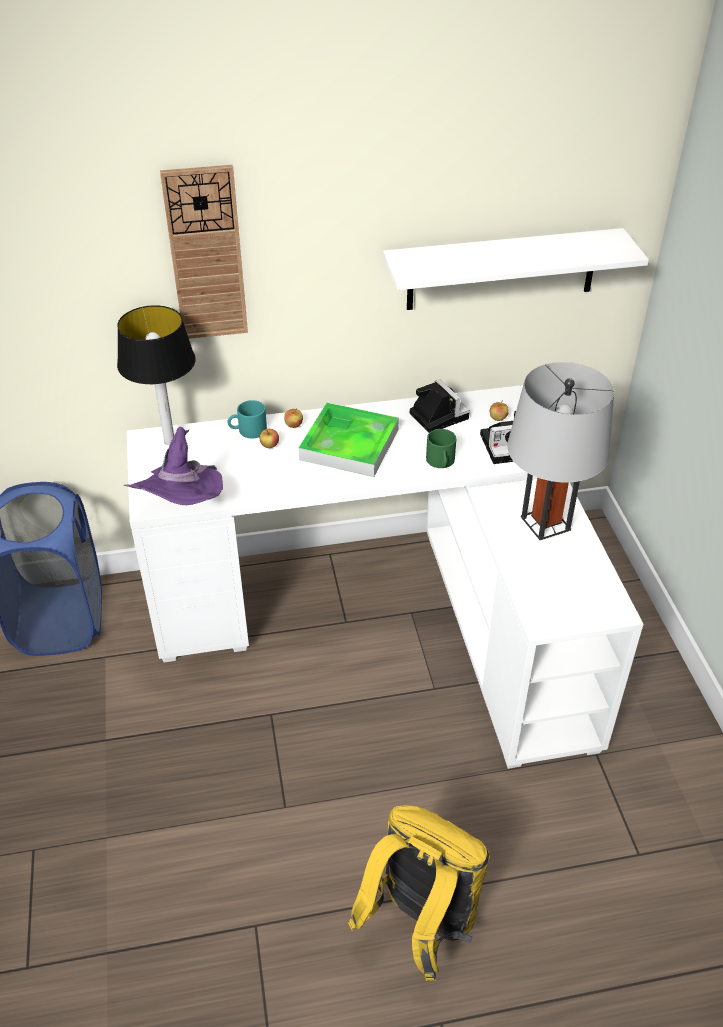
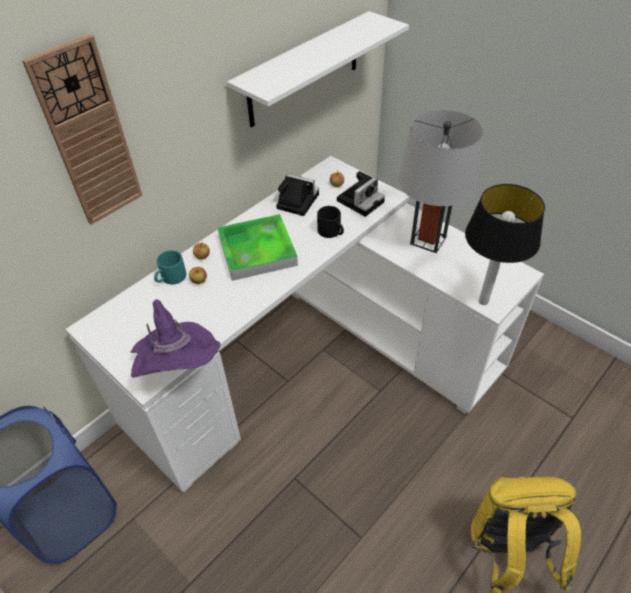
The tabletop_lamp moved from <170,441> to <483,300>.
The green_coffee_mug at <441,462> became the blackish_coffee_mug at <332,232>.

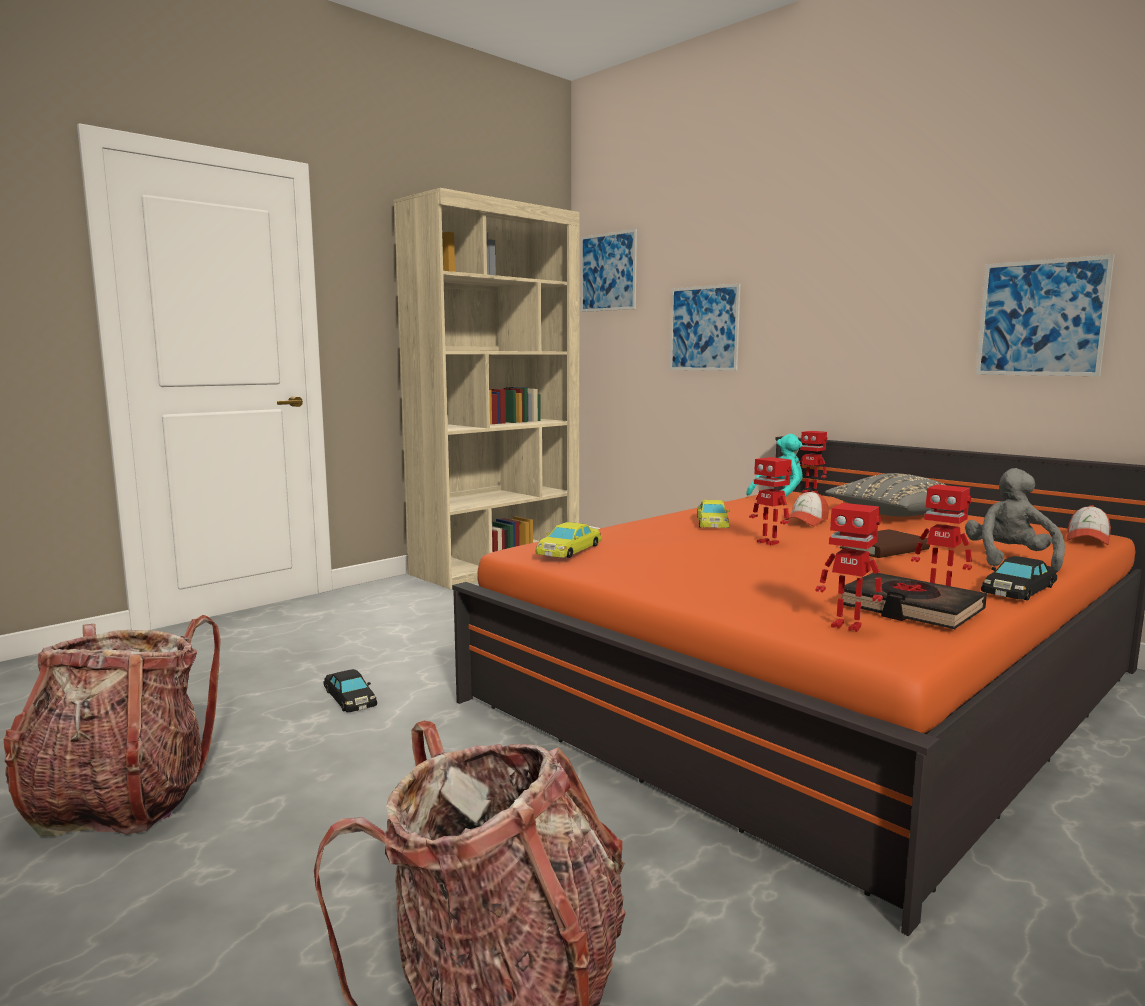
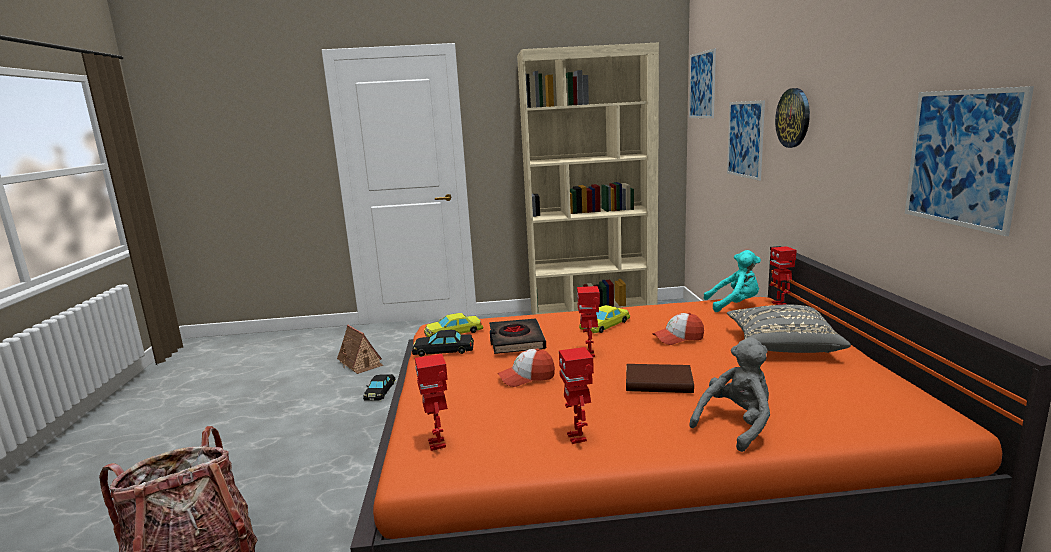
The knapsack at <121,801> disappeared.
The blackish_bound_book moved from <910,609> to <516,341>.
The blackish_model_car moved from <1018,589> to <443,350>.
The peaked_cap moved from <1087,539> to <527,377>.
The miniature_house at <361,363> appeared.
The clock_on_the_wall at <793,118> appeared.

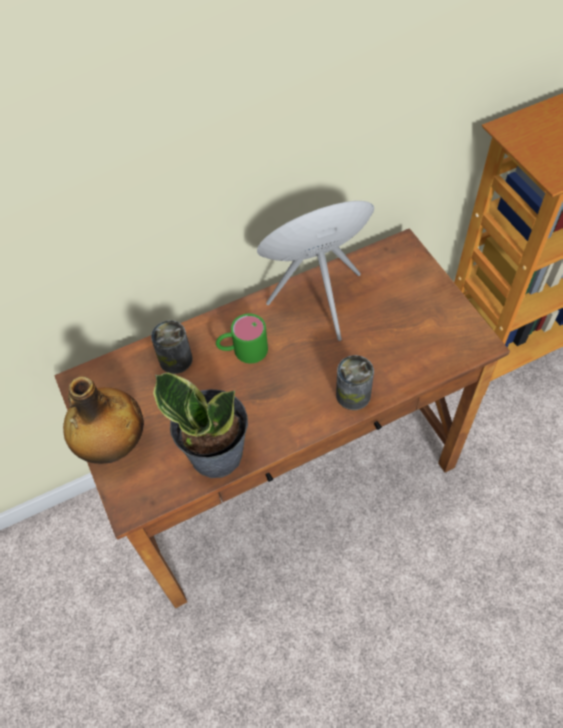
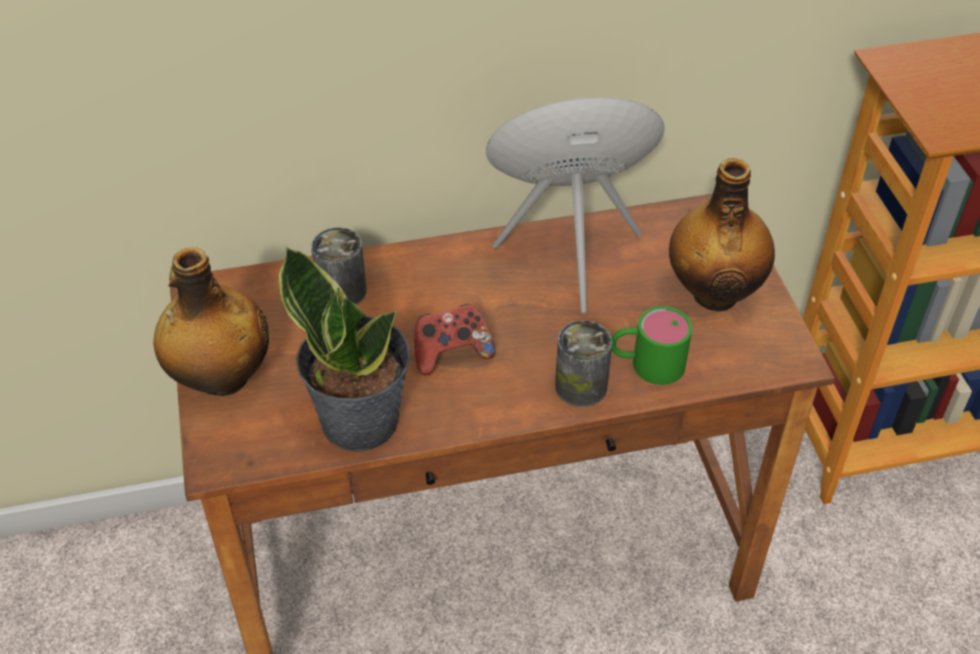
The green_coffee_mug moved from <242,350> to <646,364>.
The gamepad at <451,353> appeared.
The beverage_bottle at <714,292> appeared.

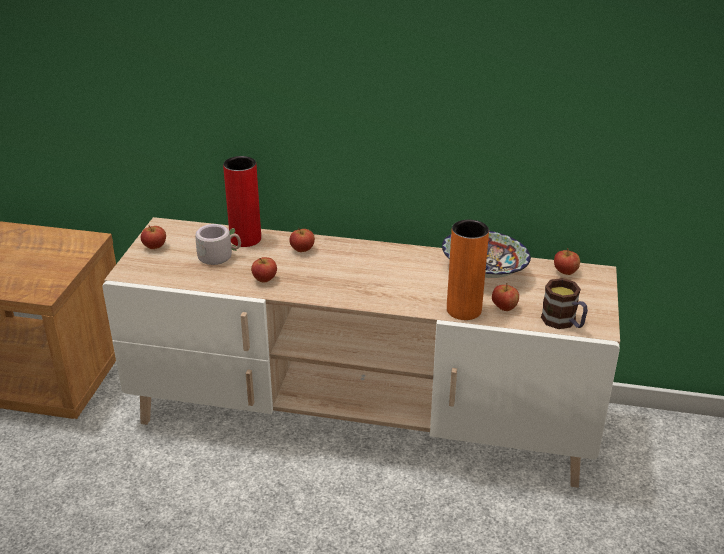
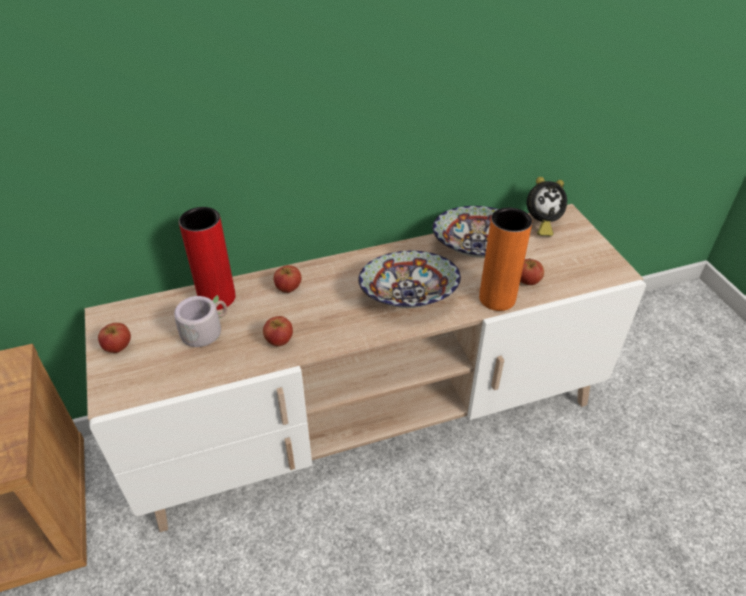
The coffee_mug at <563,322> disappeared.
The apple at <565,272> was replaced by the bedside_clock at <541,224>.
The deep_dish at <408,298> appeared.

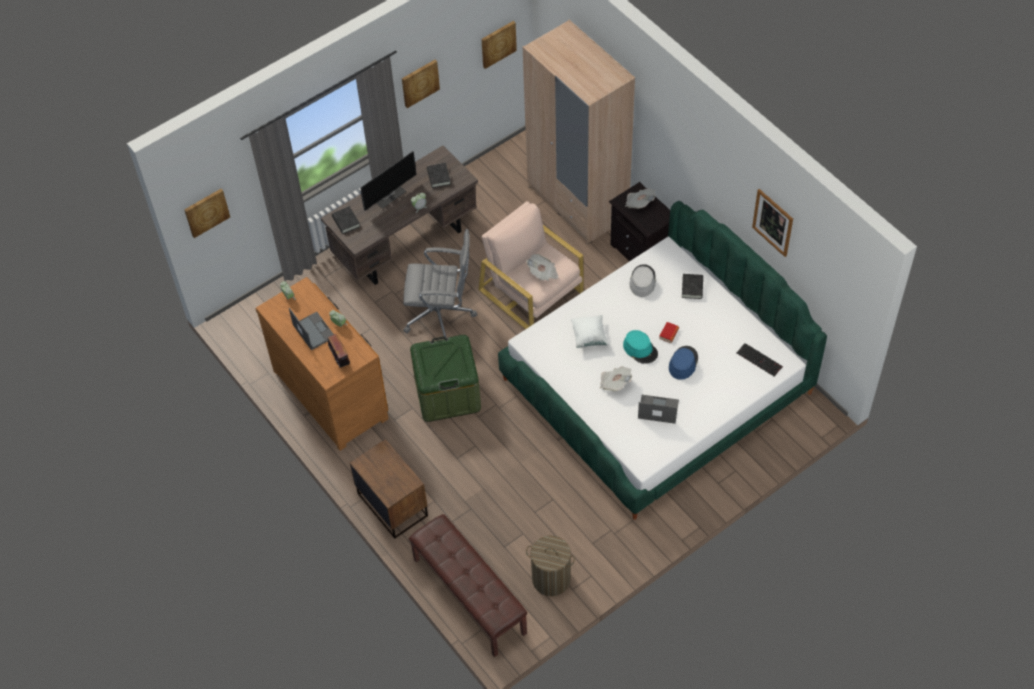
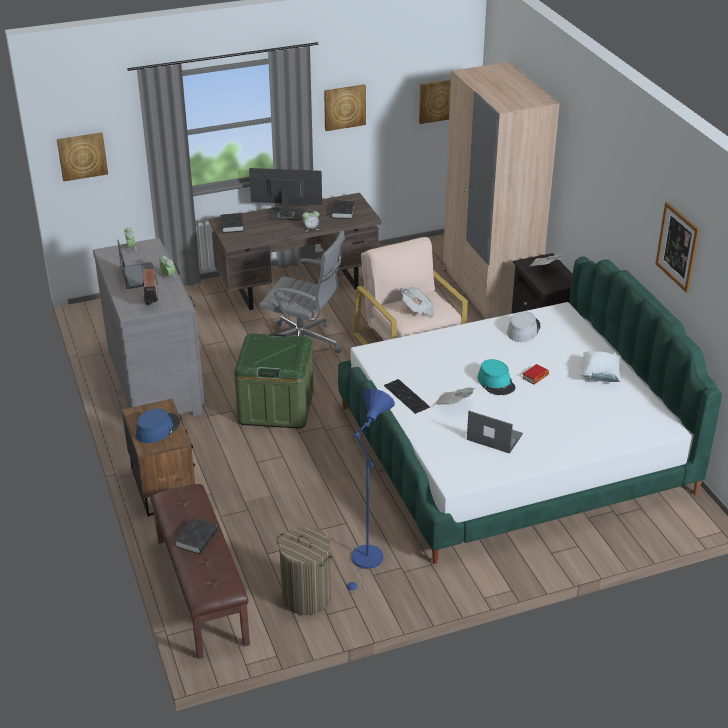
The brownish_drawer_chest at <332,393> became the grey_drawer_chest at <156,381>.
The computer_screen at <388,194> turned 150 degrees counterclockwise.
The white-coloured_throw_pillow moved from <589,337> to <600,375>.
The blue-coloured_clothing_hat moved from <683,363> to <157,429>.
The blackish_bound_book moved from <692,288> to <196,539>.
The computer_keyboard moved from <760,359> to <407,396>.
The blue-coloured_floor_lamp at <366,562> appeared.

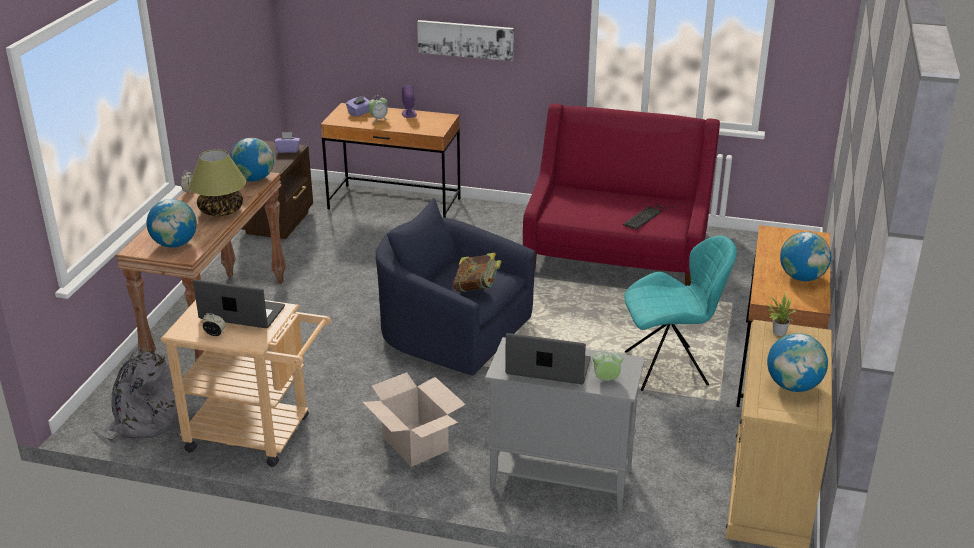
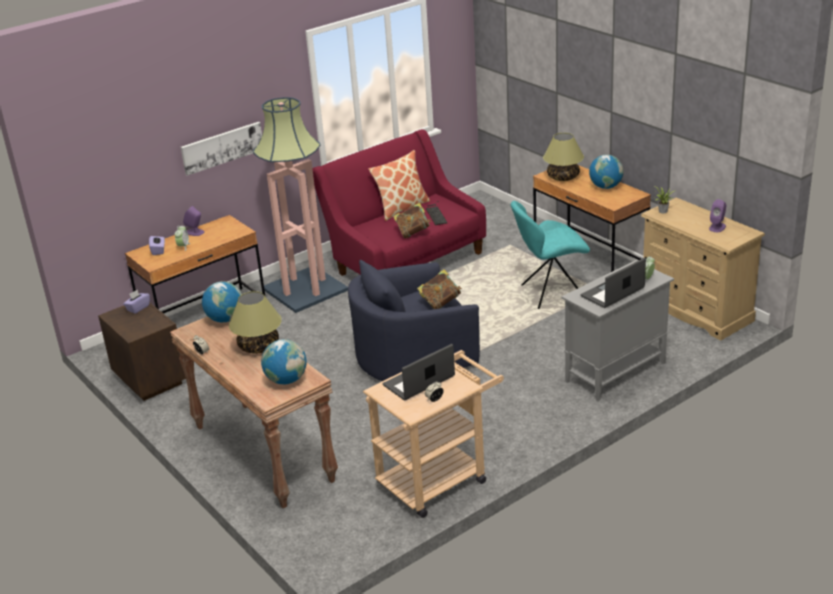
The grey_knapsack at <144,421> disappeared.
The carton at <414,444> disappeared.
The turquoise-coloured_plain_chair at <669,368> turned 135 degrees counterclockwise.
The globe at <793,386> was replaced by the purple-coloured_audio_speaker at <717,227>.
The floor_lamp at <305,289> appeared.
The throw_pillow at <401,208> appeared.
The bound_book at <413,233> appeared.
The tabletop_lamp at <563,177> appeared.

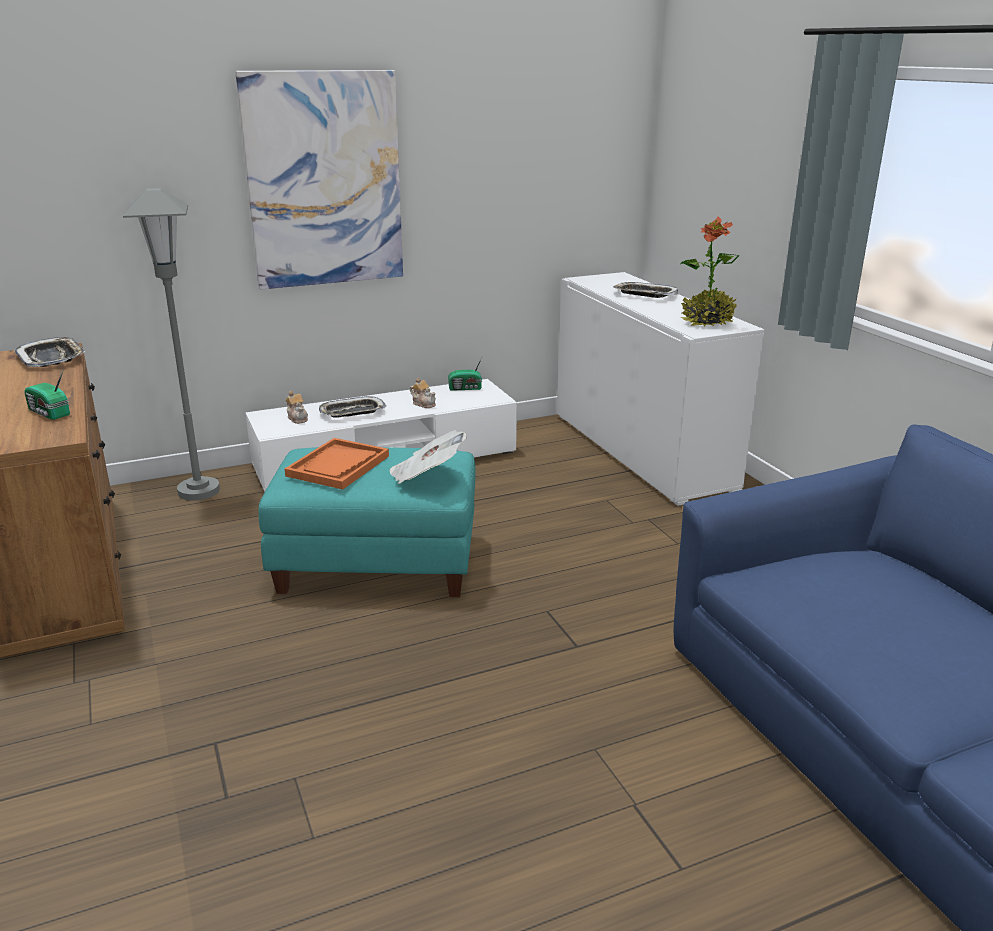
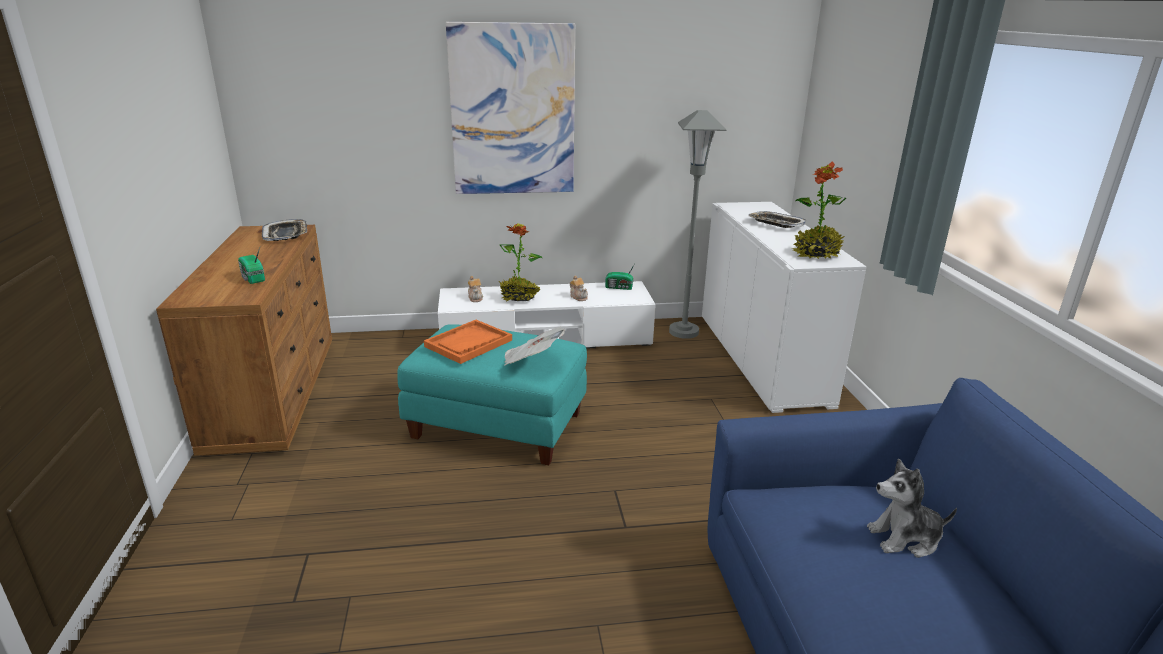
The grey_floor_lamp moved from <198,491> to <683,332>.
The serving_tray at <352,412> was replaced by the plant_in_a_pot at <519,298>.
The soft_toy at <905,538> appeared.

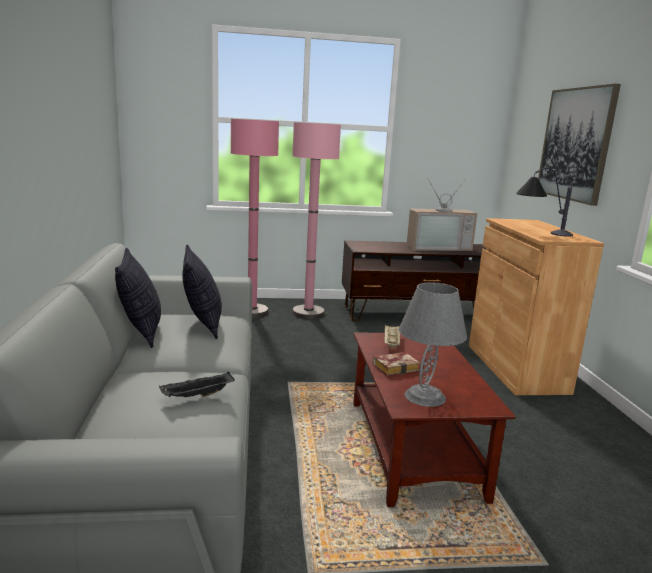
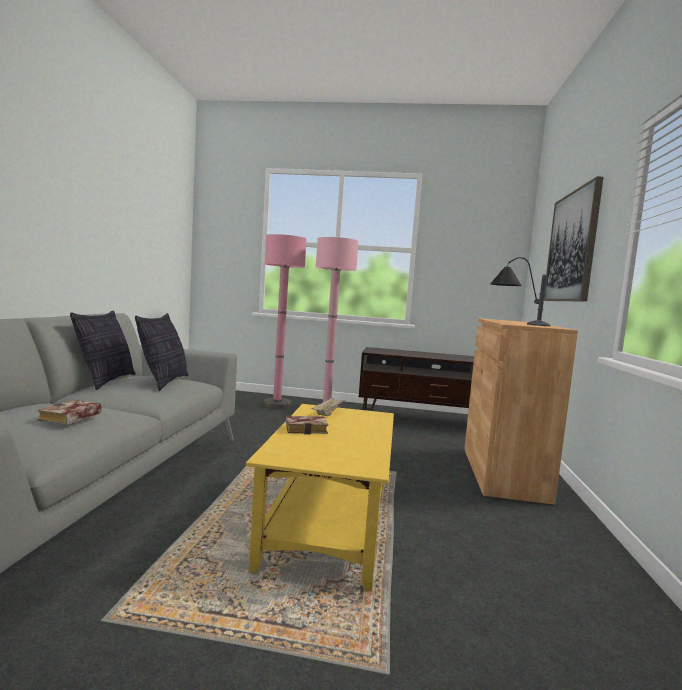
The blackish_serving_tray at <197,396> was replaced by the bound_book at <70,418>.
The brownish_low_table at <412,447> became the yellow-coloured_low_table at <328,523>.
The grey_tabletop_lamp at <425,396> disappeared.
The television at <437,247> disappeared.

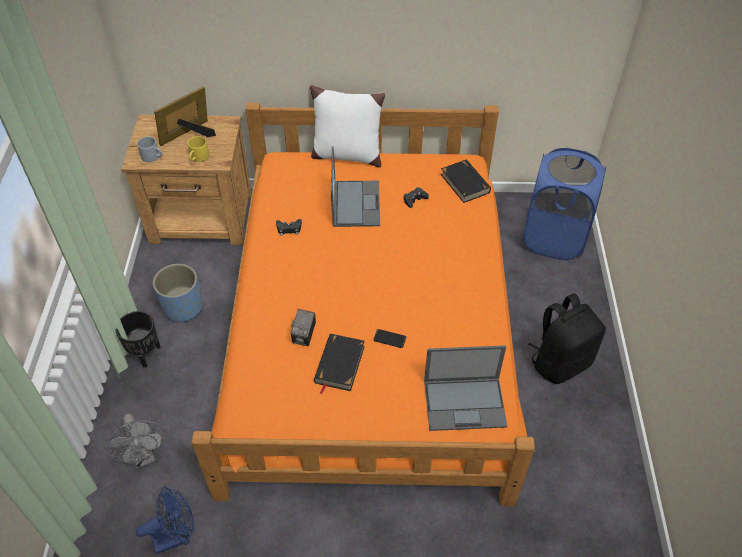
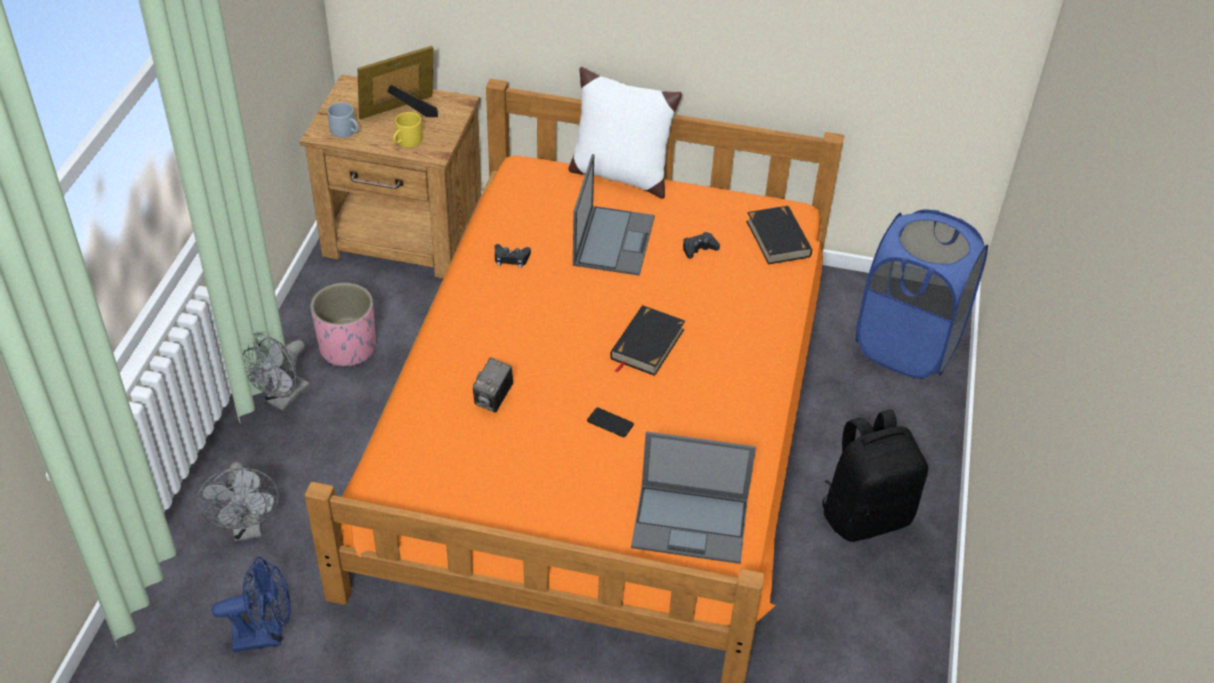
The blackish_plant_pot at <146,354> was replaced by the grey_fan at <283,399>.
The blue-coloured_plant_pot at <183,307> became the pink-coloured_plant_pot at <348,348>.
The blackish_bound_book moved from <339,364> to <646,344>.

